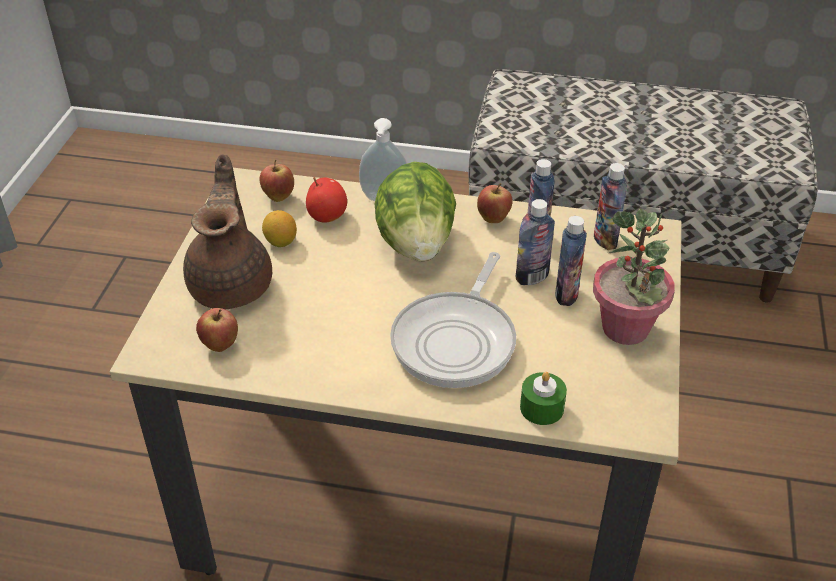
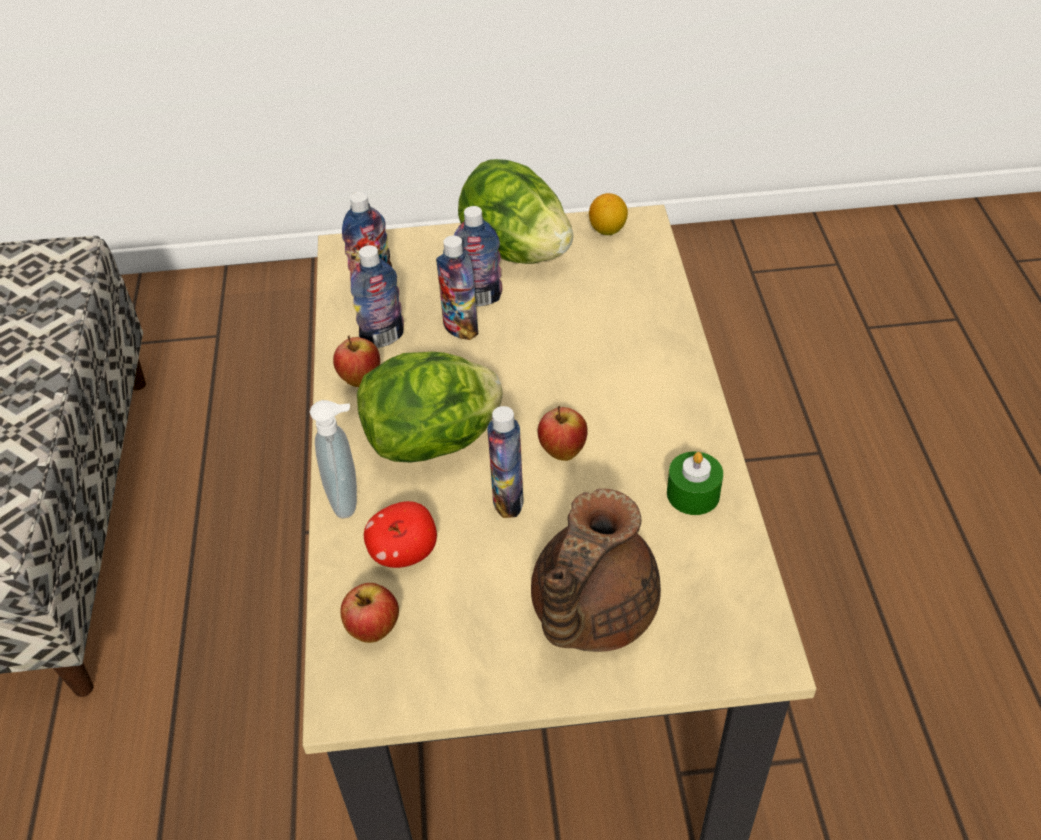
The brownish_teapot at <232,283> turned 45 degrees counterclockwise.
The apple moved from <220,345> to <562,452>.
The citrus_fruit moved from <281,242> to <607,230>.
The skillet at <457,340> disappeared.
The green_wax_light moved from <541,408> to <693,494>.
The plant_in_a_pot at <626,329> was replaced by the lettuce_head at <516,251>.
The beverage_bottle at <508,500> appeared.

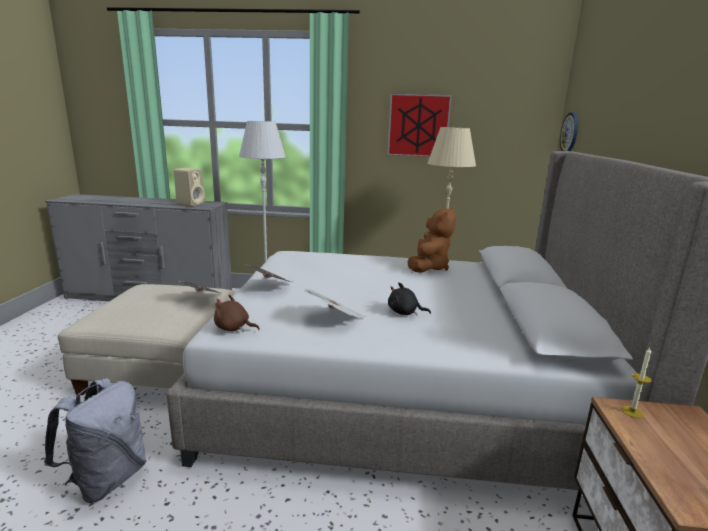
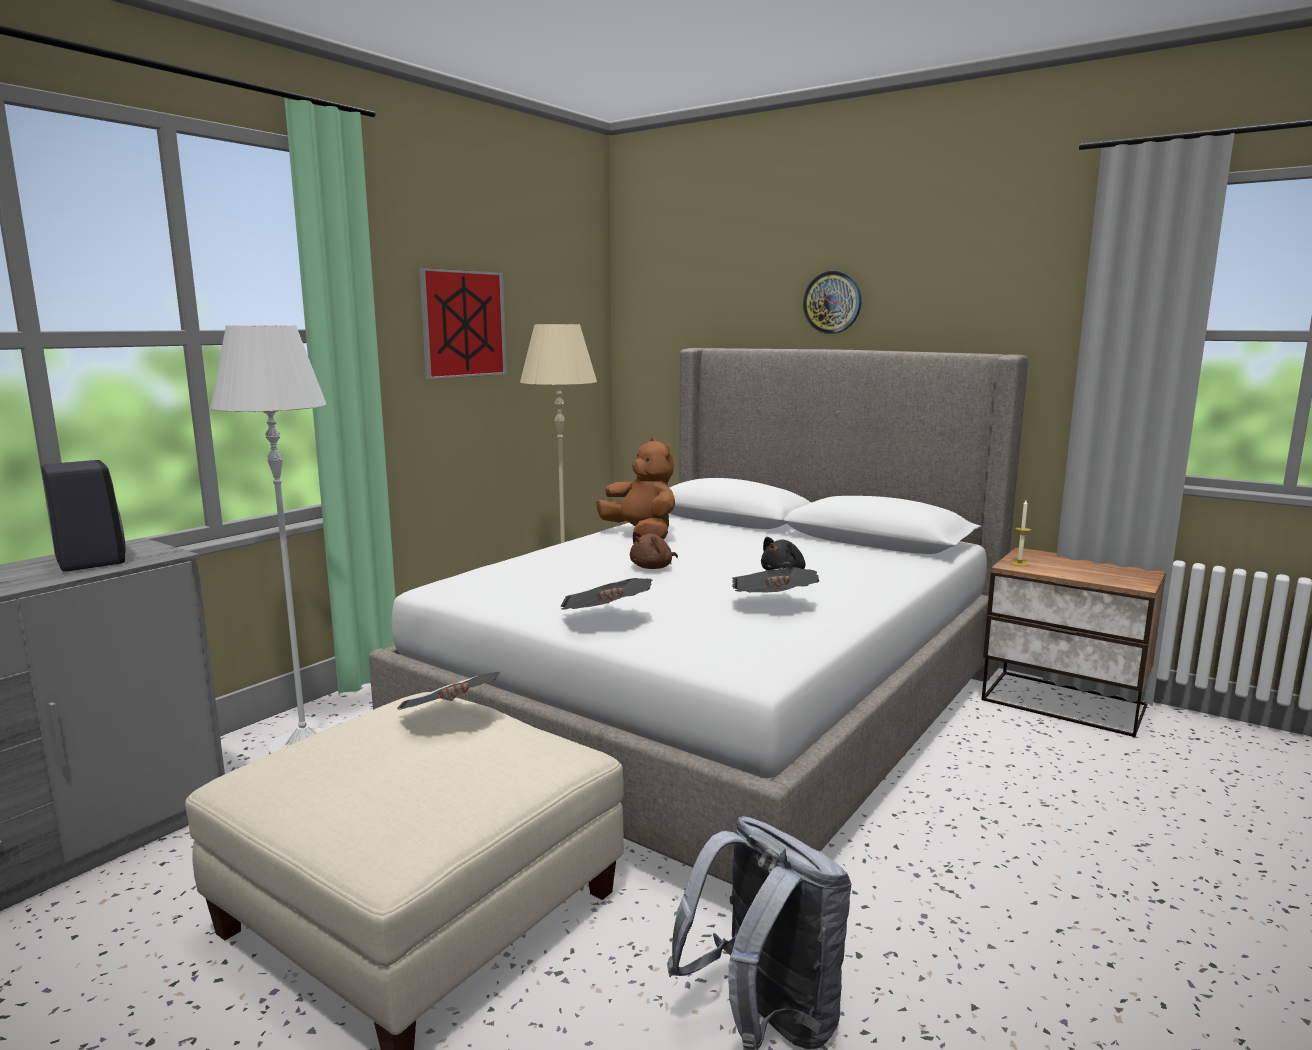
The beige-coloured_audio_speaker at <191,204> became the blackish_audio_speaker at <89,561>.
The brownish_soft_toy moved from <234,328> to <653,567>.
The clock_on_the_wall moved from <570,133> to <832,302>.

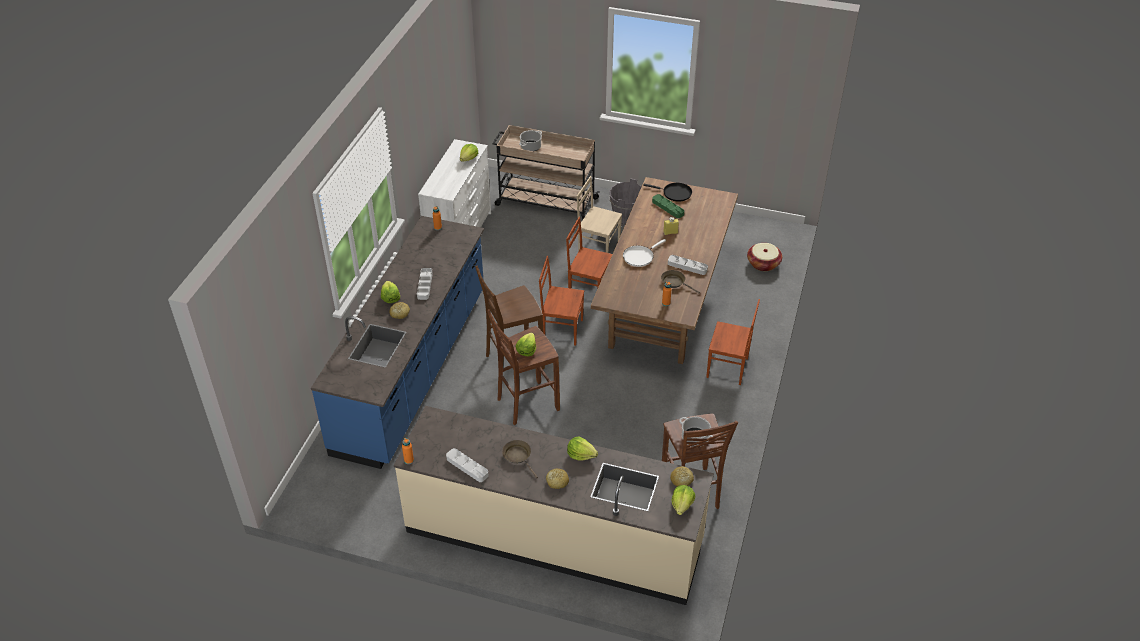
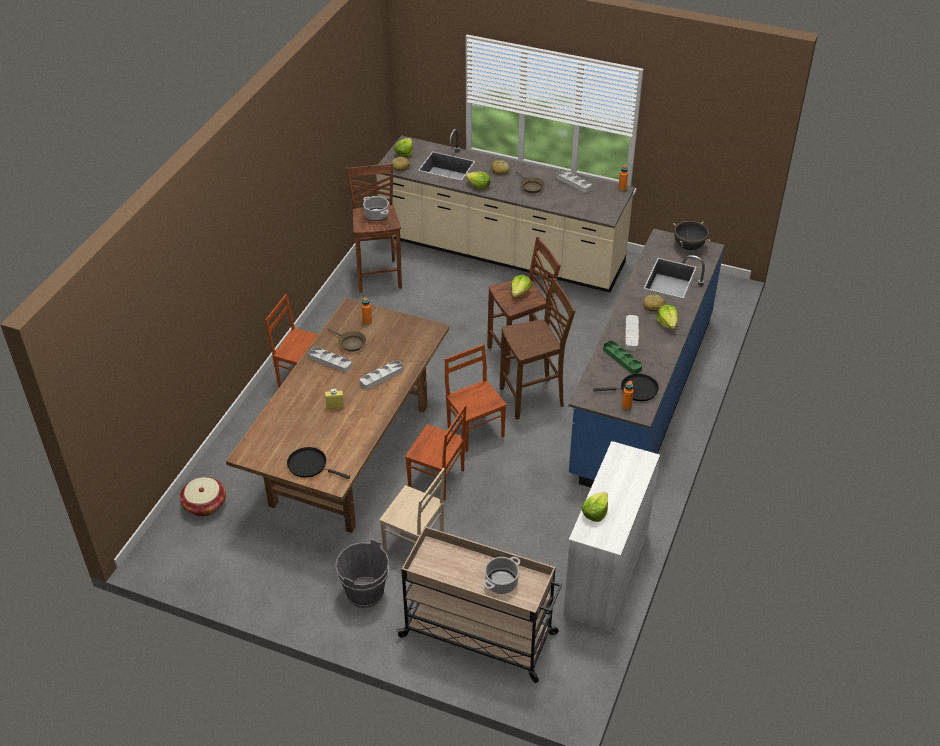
The brownish_plain_chair at <562,329> turned 135 degrees counterclockwise.
The white-coloured_skillet at <639,257> was replaced by the grey_serving_tray at <381,376>.
The green_serving_tray moved from <668,208> to <622,359>.
The blackish_skillet at <636,390> appeared.
The blackish_saucepot at <689,246> appeared.

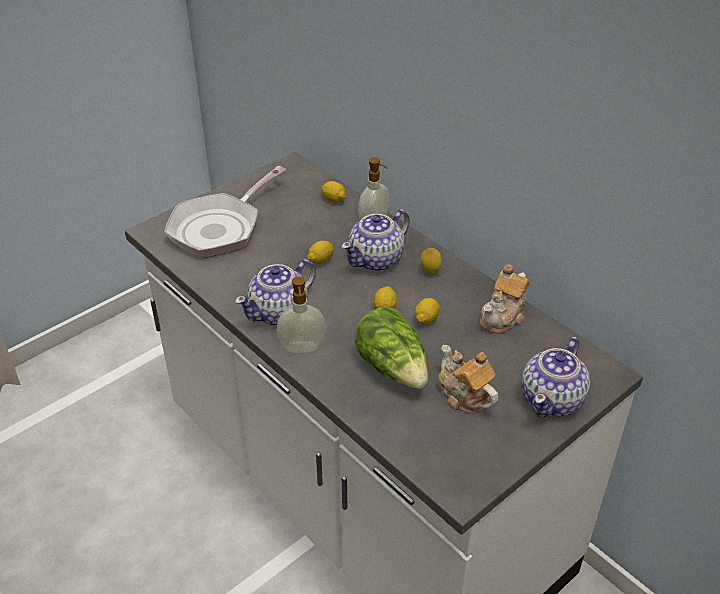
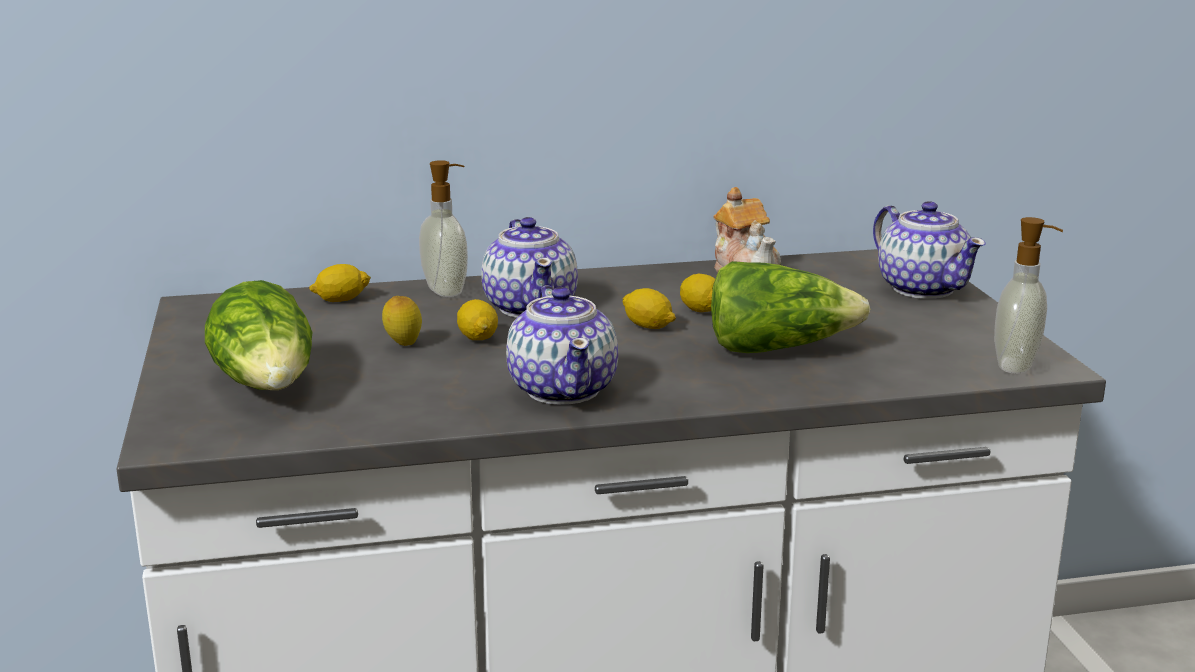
The skillet at <220,228> was replaced by the lettuce_head at <268,386>.
The soap_bottle moved from <302,348> to <1017,366>.
The citrus_fruit moved from <430,272> to <403,345>.
The teapot at <464,395> disappeared.

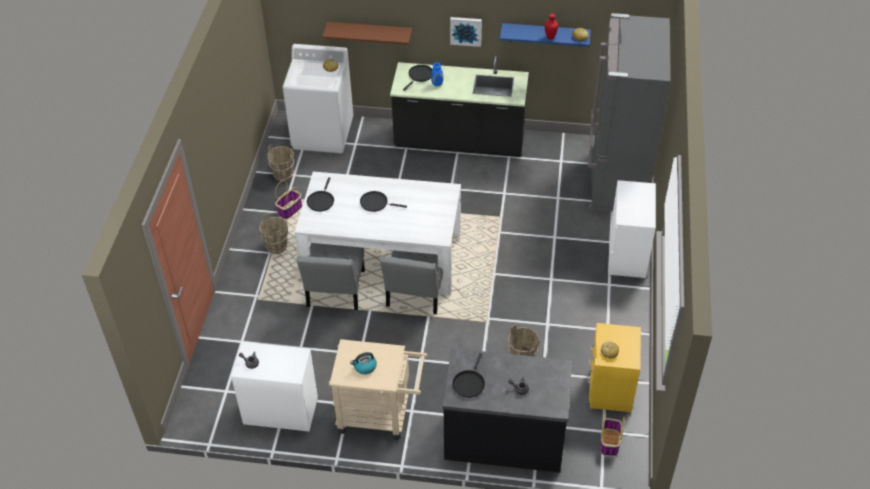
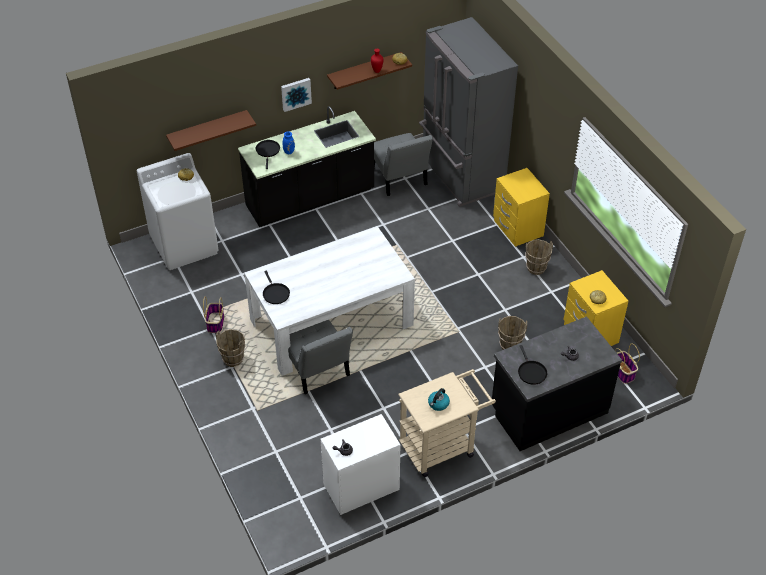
The brownish_water_bucket moved from <283,175> to <536,268>.
The blackish_skillet at <376,203> disappeared.
The grey_plain_chair moved from <415,294> to <400,179>.
The blue-coloured_bracket_shelf at <545,34> became the brownish_bracket_shelf at <364,71>.
The white-coloured_drawer_chest at <627,255> was replaced by the yellow-coloured_bedside_table at <517,228>.

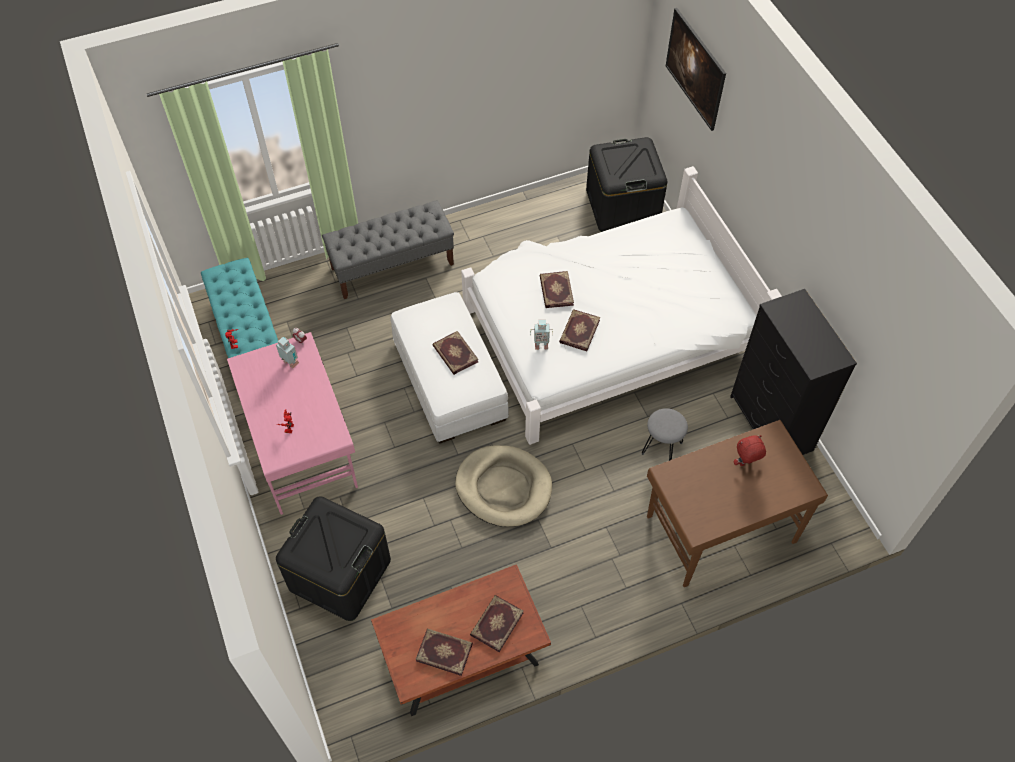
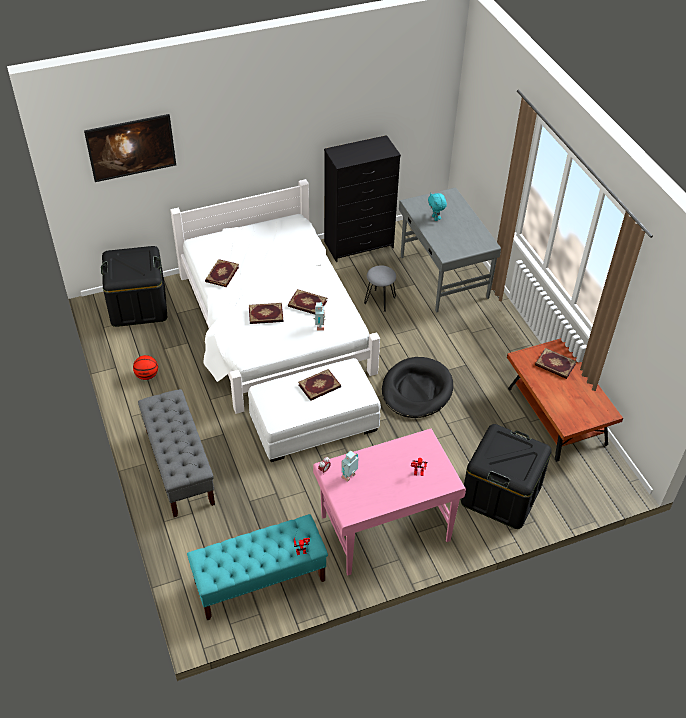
The bound_book moved from <444,651> to <221,274>.
The beige-coloured_dog_bed at <503,487> became the blackish_dog_bed at <416,390>.
The brownish_desk at <719,528> became the grey_desk at <443,277>.
The reddish_soft_toy at <745,464> became the turquoise-coloured_soft_toy at <435,218>.
The basketball_ball at <147,375> appeared.

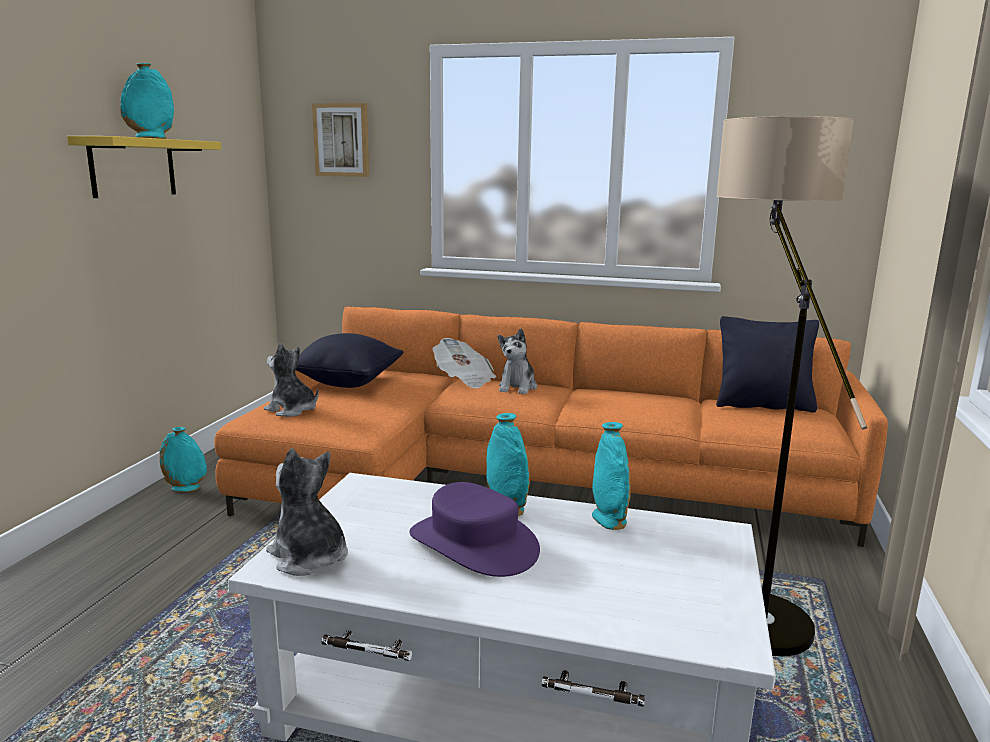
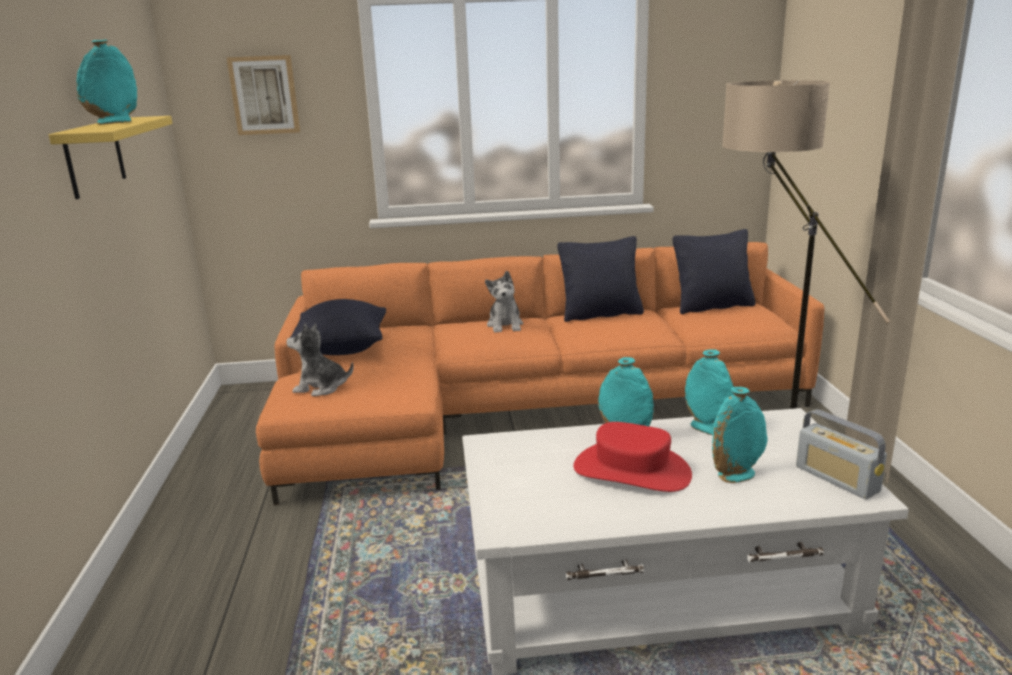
The turquoise-coloured_vase moved from <185,489> to <736,475>.
The soft_toy at <309,557> disappeared.
The purple-coloured_clothing_hat at <474,543> became the reddish_clothing_hat at <632,470>.
The printed_paper at <464,379> disappeared.
The blackish_throw_pillow at <600,314> appeared.
The radio at <837,479> appeared.

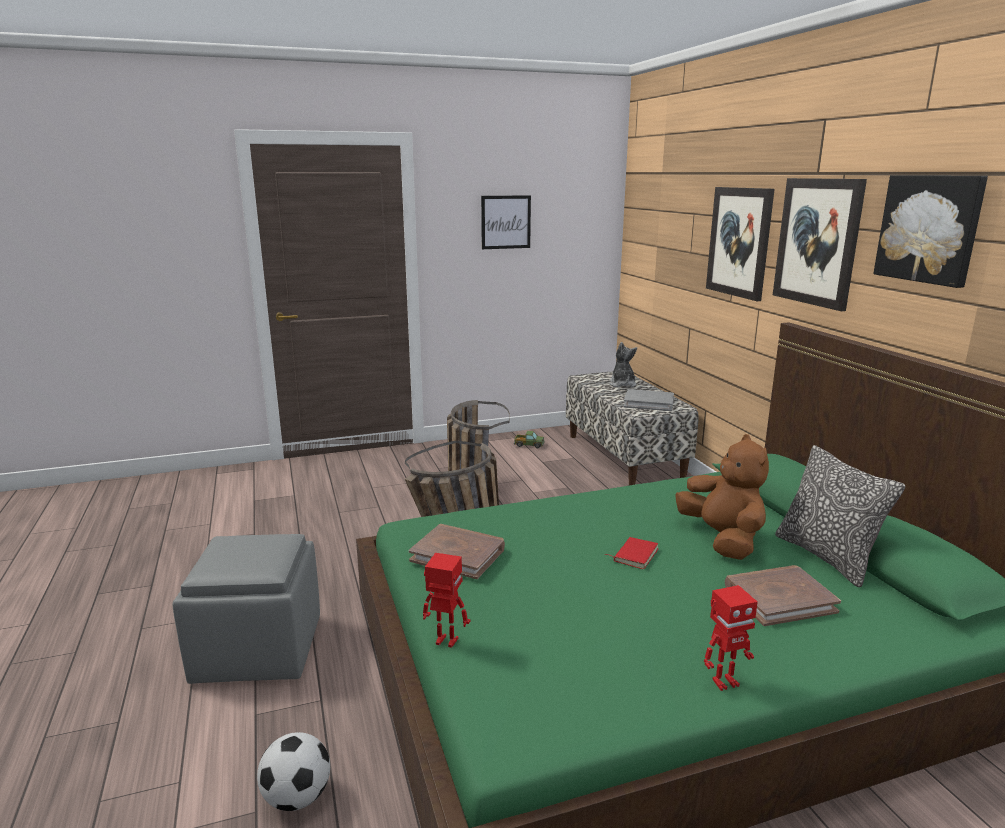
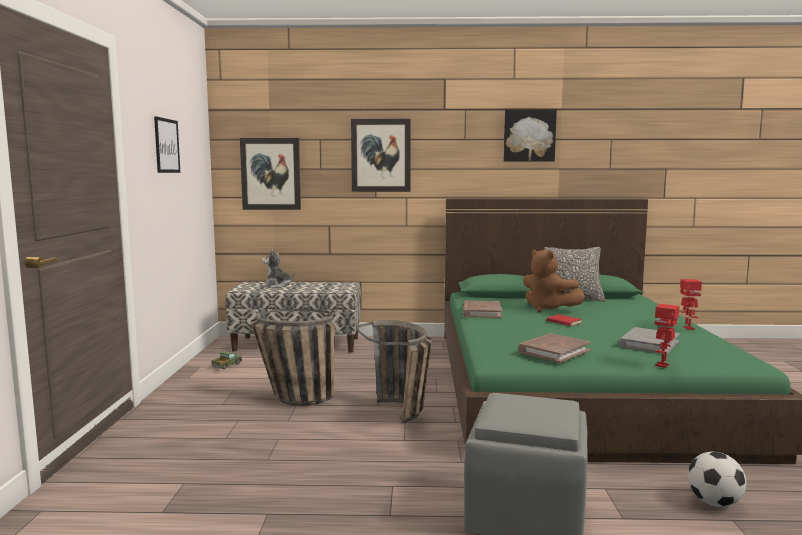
The grey_bound_book moved from <648,403> to <649,344>.
The brownish_soft_toy at <722,539> turned 135 degrees counterclockwise.
The brownish_bound_book moved from <779,599> to <481,312>.
The picture moved from <817,242> to <271,174>.

